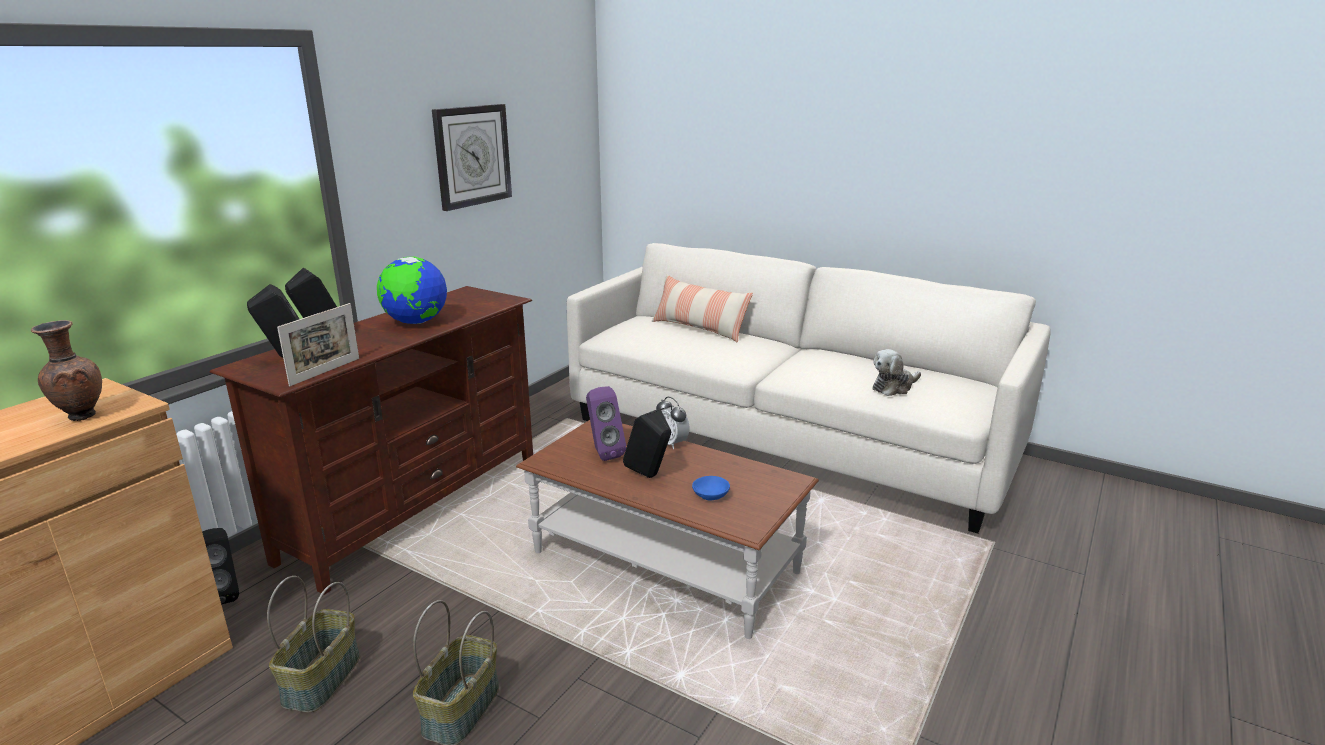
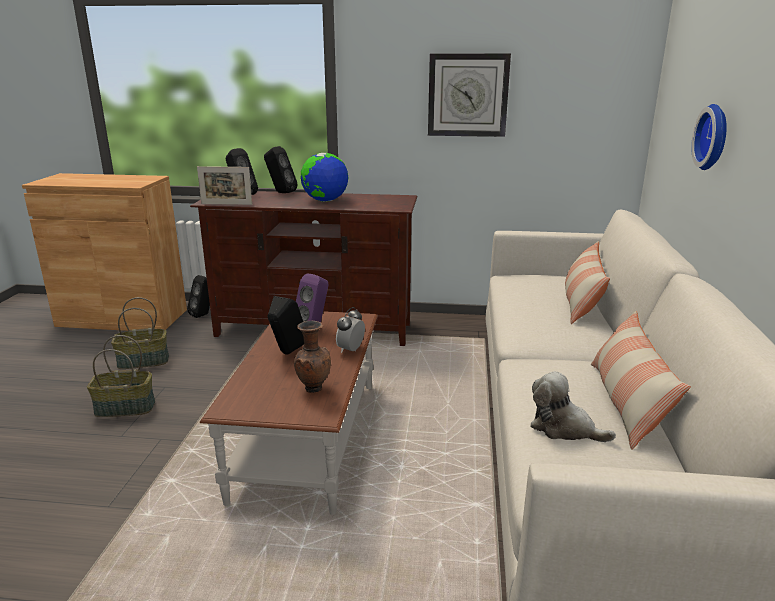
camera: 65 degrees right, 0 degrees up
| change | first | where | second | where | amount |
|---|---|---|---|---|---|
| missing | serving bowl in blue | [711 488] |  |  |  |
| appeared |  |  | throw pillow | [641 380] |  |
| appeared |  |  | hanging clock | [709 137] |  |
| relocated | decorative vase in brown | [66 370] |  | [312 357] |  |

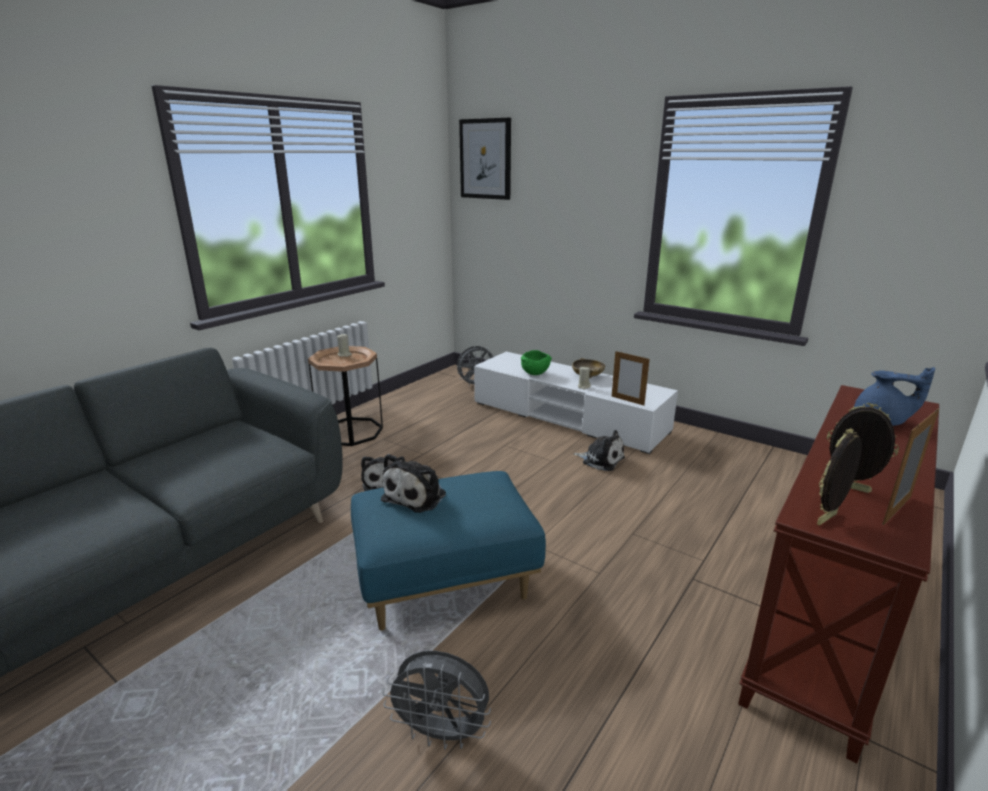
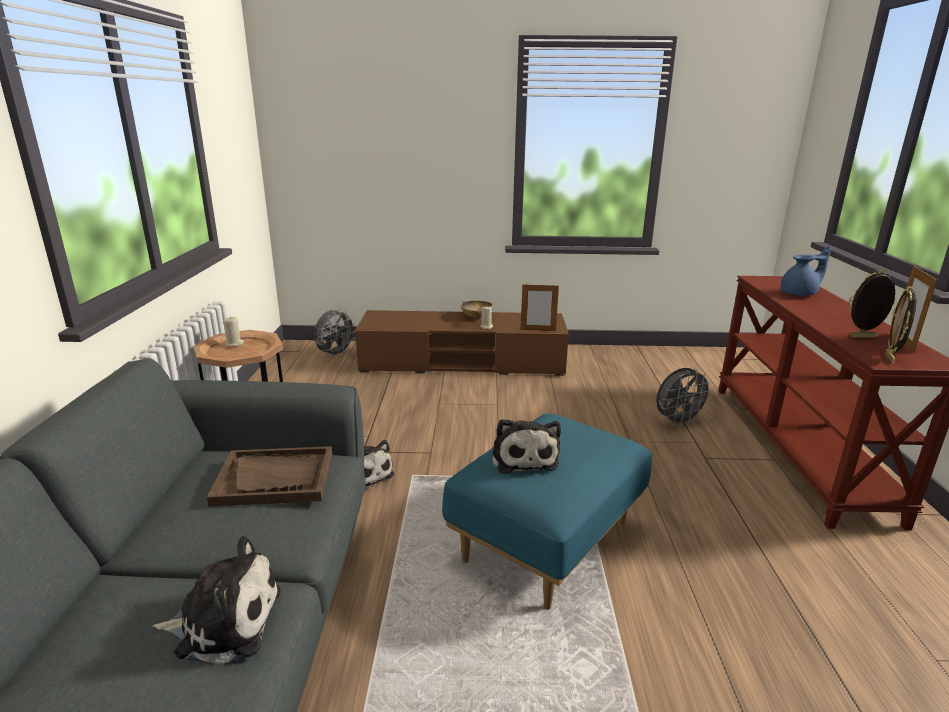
camera: 35 degrees left, 0 degrees up
| change | first | where | second | where | amount |
|---|---|---|---|---|---|
| missing | wall picture | [485 159] |  |  |  |
| missing | serving bowl in greenish | [536 362] |  |  |  |
| appeared |  |  | tray in brown | [269 476] |  |
| relocated | electric fan in greyish | [436 700] |  | [685 397] |  |
| relocated | soft toy | [599 450] |  | [217 600] |  |
| colour | media console in whitish | [576 403] | media console in brown | [462 343] |  |

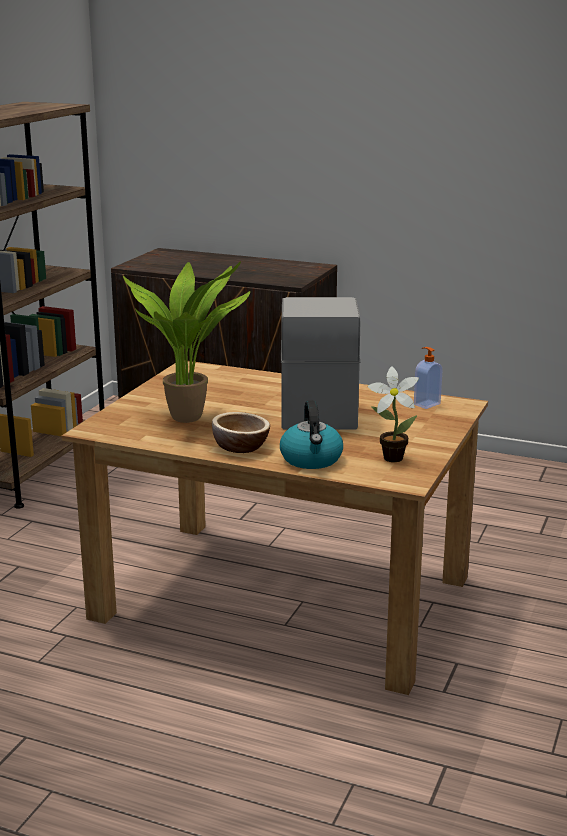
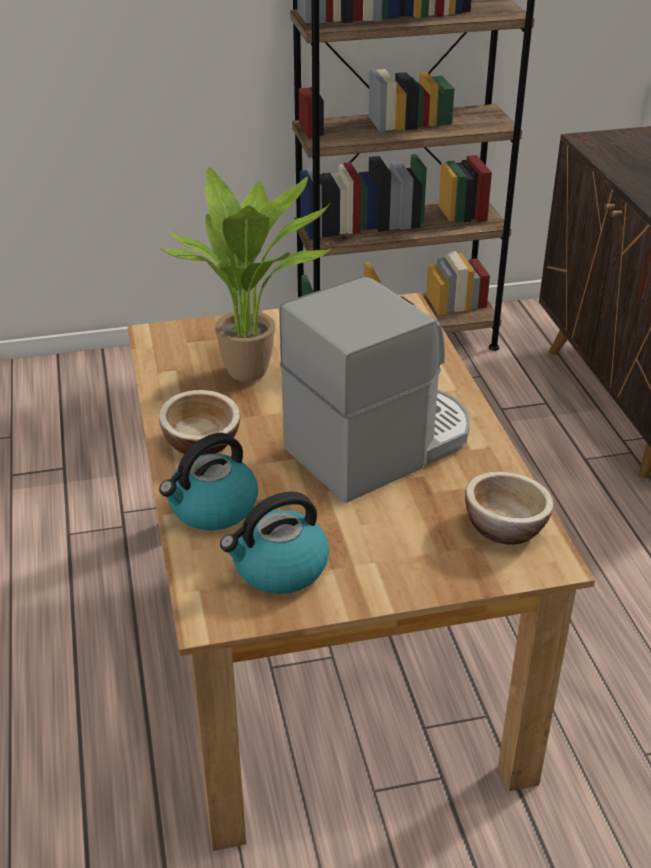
camera: 55 degrees right, 15 degrees up
| change | first | where | second | where | amount |
|---|---|---|---|---|---|
| exchanged | plant in a pot | [393 414] | tea kettle | [274 542] |  |
| exchanged | soap bottle | [428 378] | serving bowl | [509 508] |  |

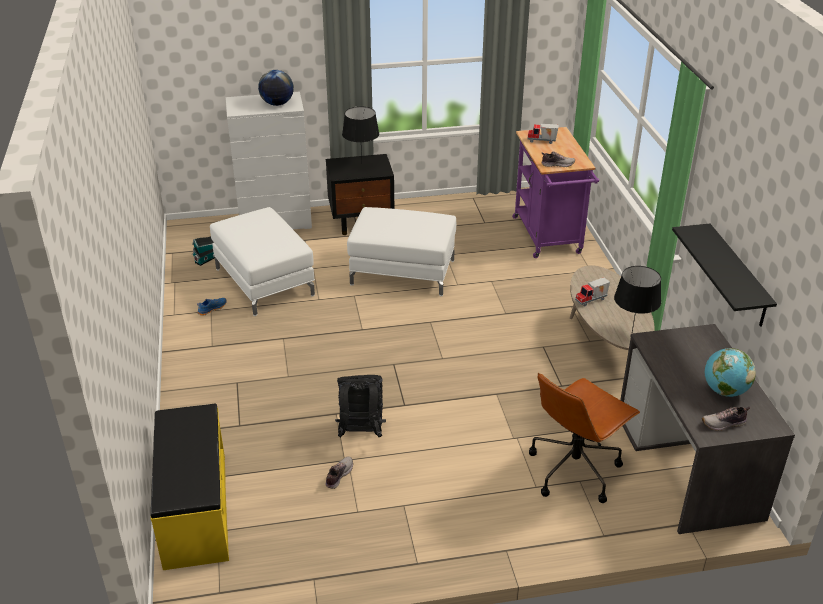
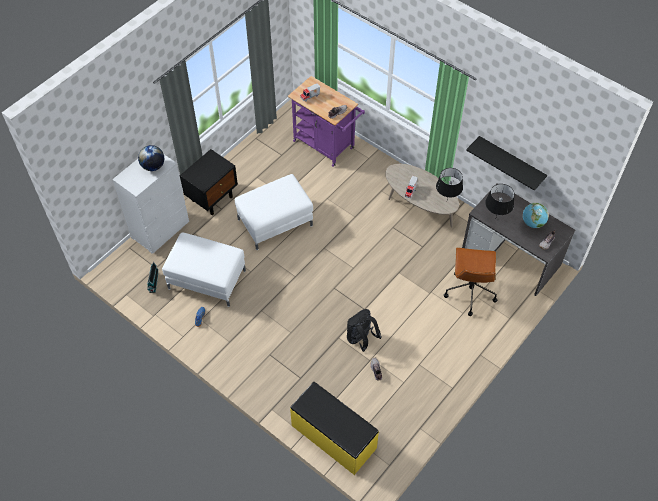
camera: 40 degrees left, 20 degrees up
| change | first | where | second | where | amount |
|---|---|---|---|---|---|
| relocated | lamp for a table in blackish | [360 134] |  | [499 200] |  |

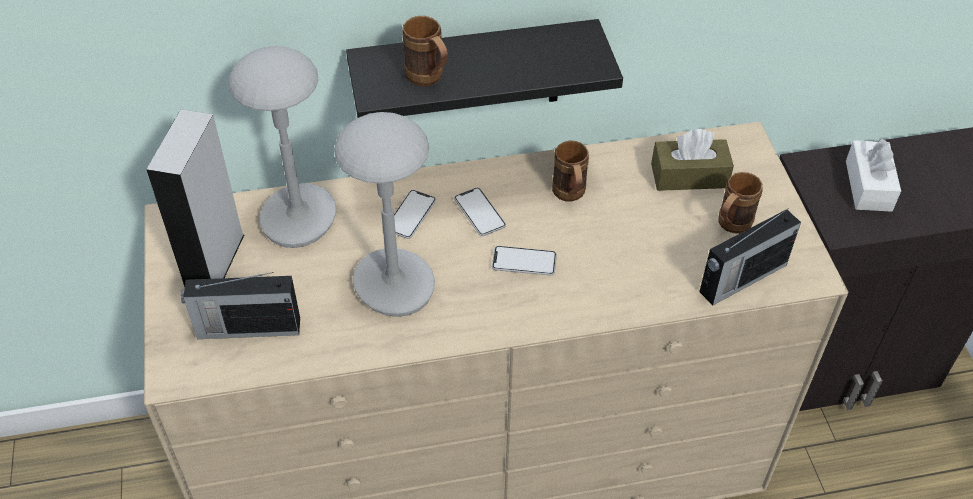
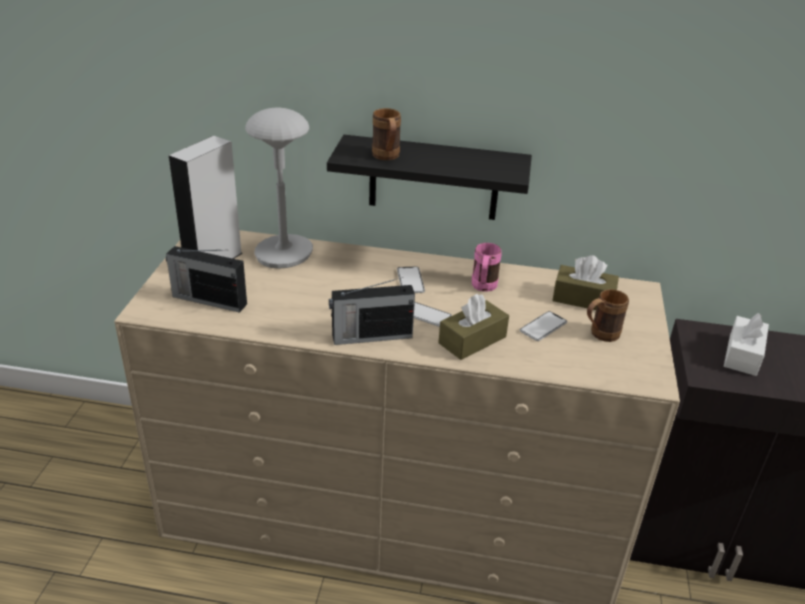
camera: 20 degrees right, 15 degrees down
| change | first | where | second | where | amount |
|---|---|---|---|---|---|
| missing | lamp for a table in greyish | [384 214] |  |  |  |
| appeared |  |  | box of tissues in brown | [473 327] |  |
| relocated | telephone | [415 214] |  | [543 326] |  |
| relocated | radio | [750 257] |  | [372 311] |  |
| colour | coffee mug in brown | [570 171] | coffee mug in pinkish | [487 267] |  |

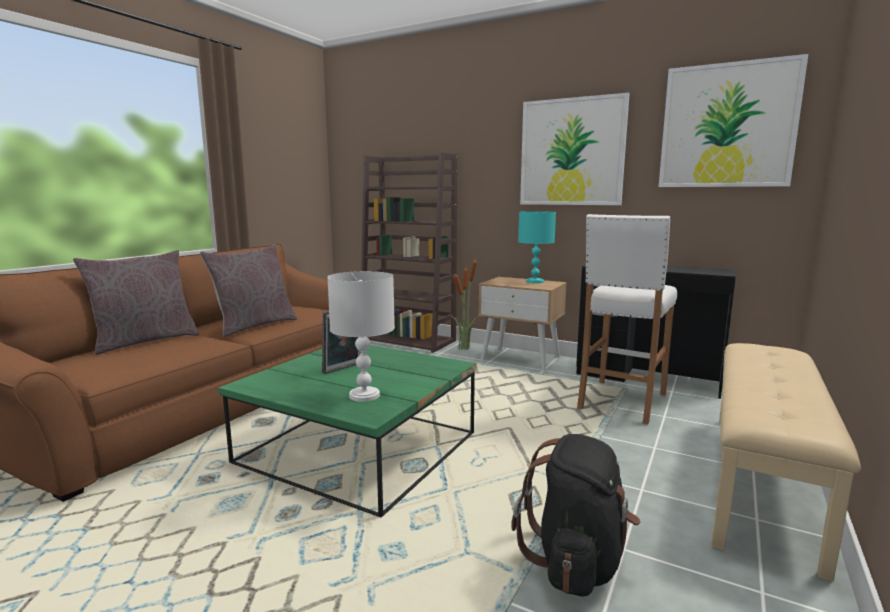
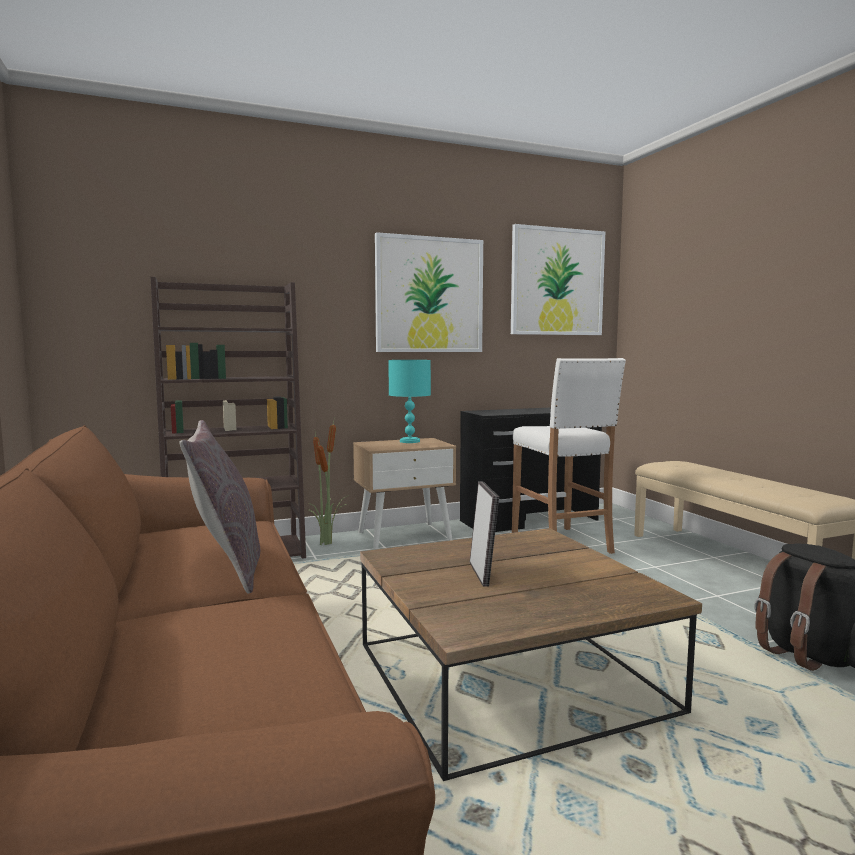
camera: 50 degrees left, 5 degrees down
| change | first | where | second | where | amount |
|---|---|---|---|---|---|
| missing | throw pillow in greyish | [136 302] |  |  |  |
| missing | lamp for a table in whitish | [361 336] |  |  |  |
| colour | coffee table in greenish | [347 431] | coffee table in brown | [531 654] |  |

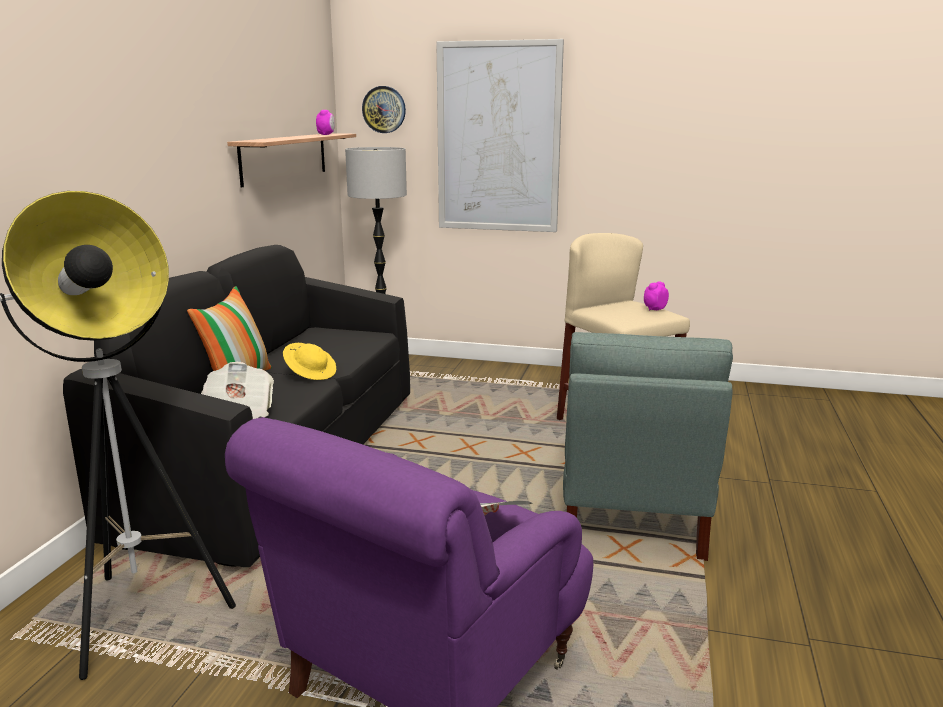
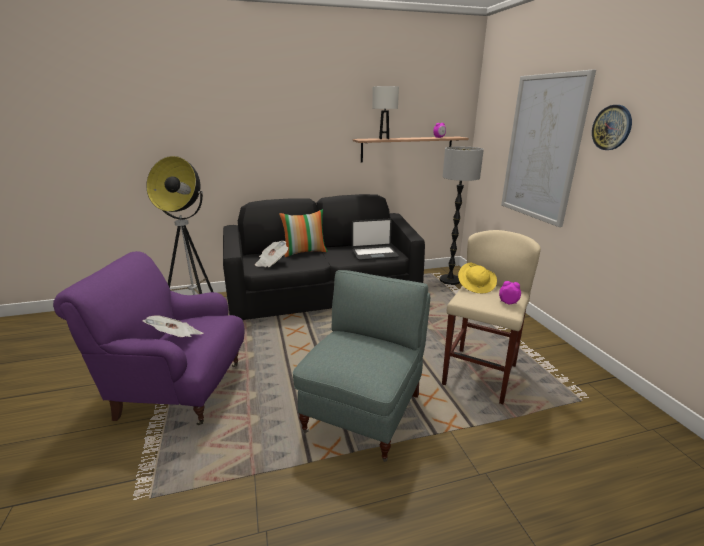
camera: 60 degrees right, 5 degrees up
| change | first | where | second | where | amount |
|---|---|---|---|---|---|
| appeared |  |  | laptop | [375 239] |  |
| appeared |  |  | lamp for a table in whitish | [385 112] |  |
| relocated | clothing hat in yellow-coloured | [309 361] |  | [477 277] |  |
| relocated | hanging clock | [384 109] |  | [612 127] |  |
| spun | easy chair in greyish | [648 446] |  | [361 366] | 135 degrees clockwise |

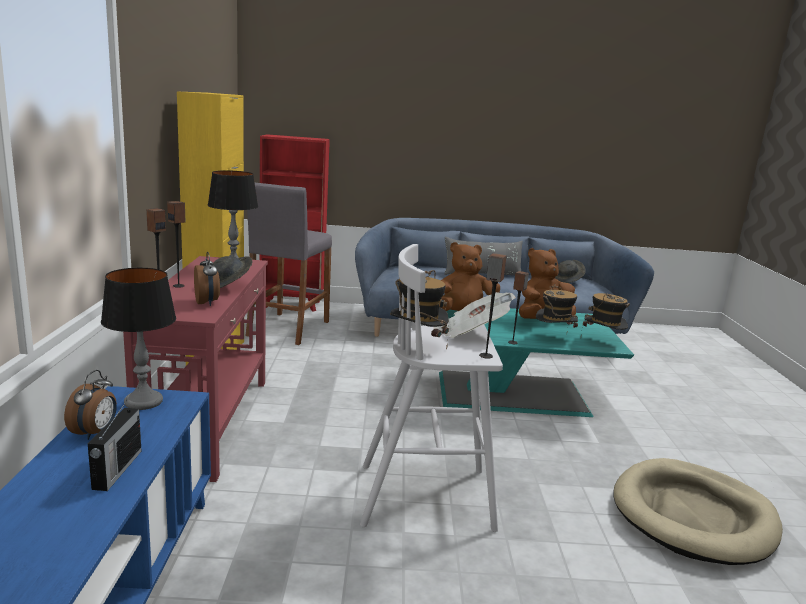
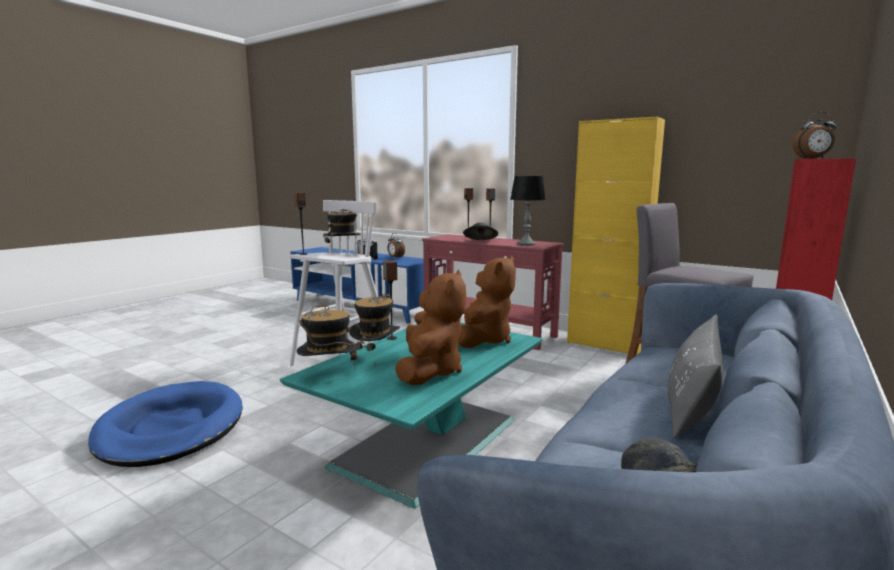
camera: 125 degrees right, 5 degrees down
| change | first | where | second | where | amount |
|---|---|---|---|---|---|
| missing | lamp for a table | [138 339] |  |  |  |
| missing | newspaper | [475 315] |  |  |  |
| relocated | alarm clock | [207 279] |  | [814 135] |  |
| colour | dog cushion in beige-coloured | [698 511] | dog cushion in blue | [165 424] |  |

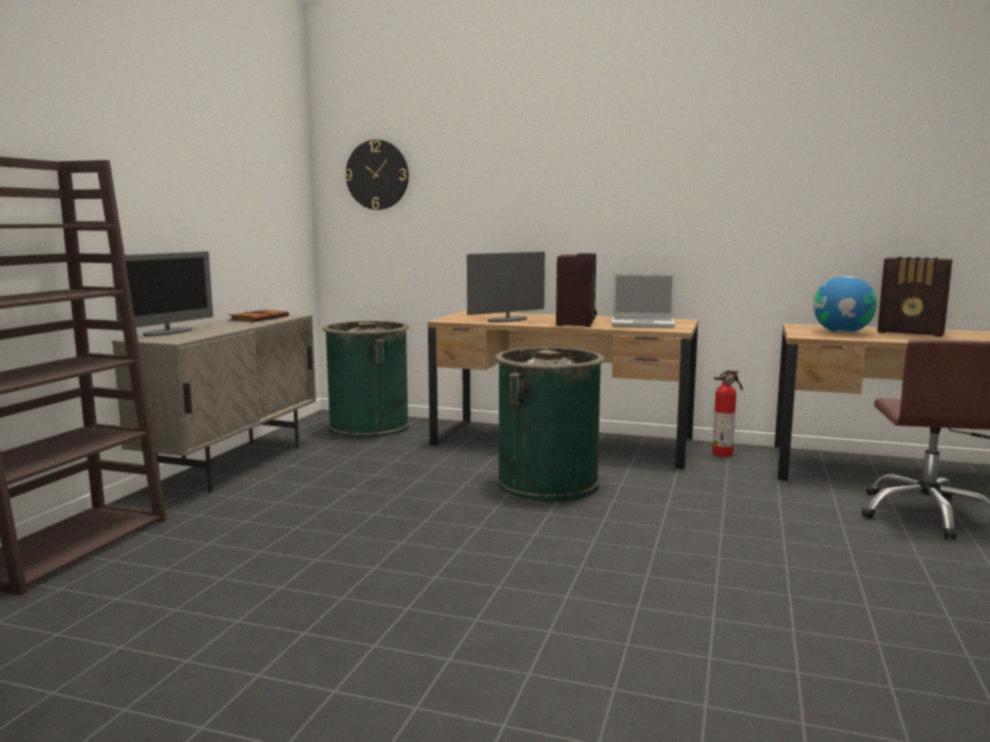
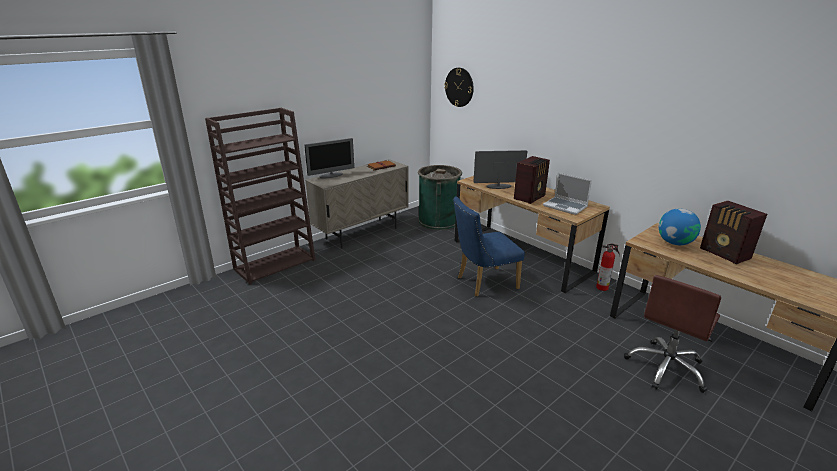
camera: 30 degrees right, 15 degrees up
| change | first | where | second | where | amount |
|---|---|---|---|---|---|
| exchanged | rubbish bin in greenish | [550 424] | chair in blue | [489 246] |  |

